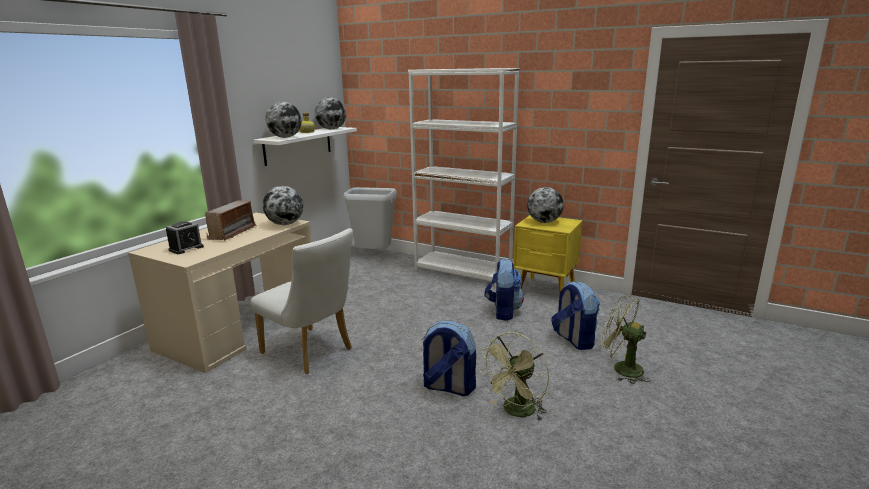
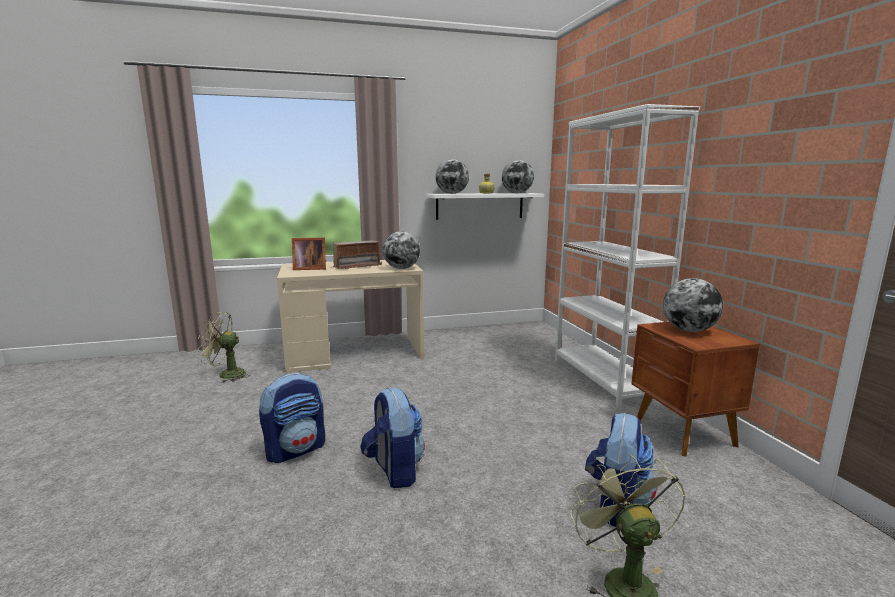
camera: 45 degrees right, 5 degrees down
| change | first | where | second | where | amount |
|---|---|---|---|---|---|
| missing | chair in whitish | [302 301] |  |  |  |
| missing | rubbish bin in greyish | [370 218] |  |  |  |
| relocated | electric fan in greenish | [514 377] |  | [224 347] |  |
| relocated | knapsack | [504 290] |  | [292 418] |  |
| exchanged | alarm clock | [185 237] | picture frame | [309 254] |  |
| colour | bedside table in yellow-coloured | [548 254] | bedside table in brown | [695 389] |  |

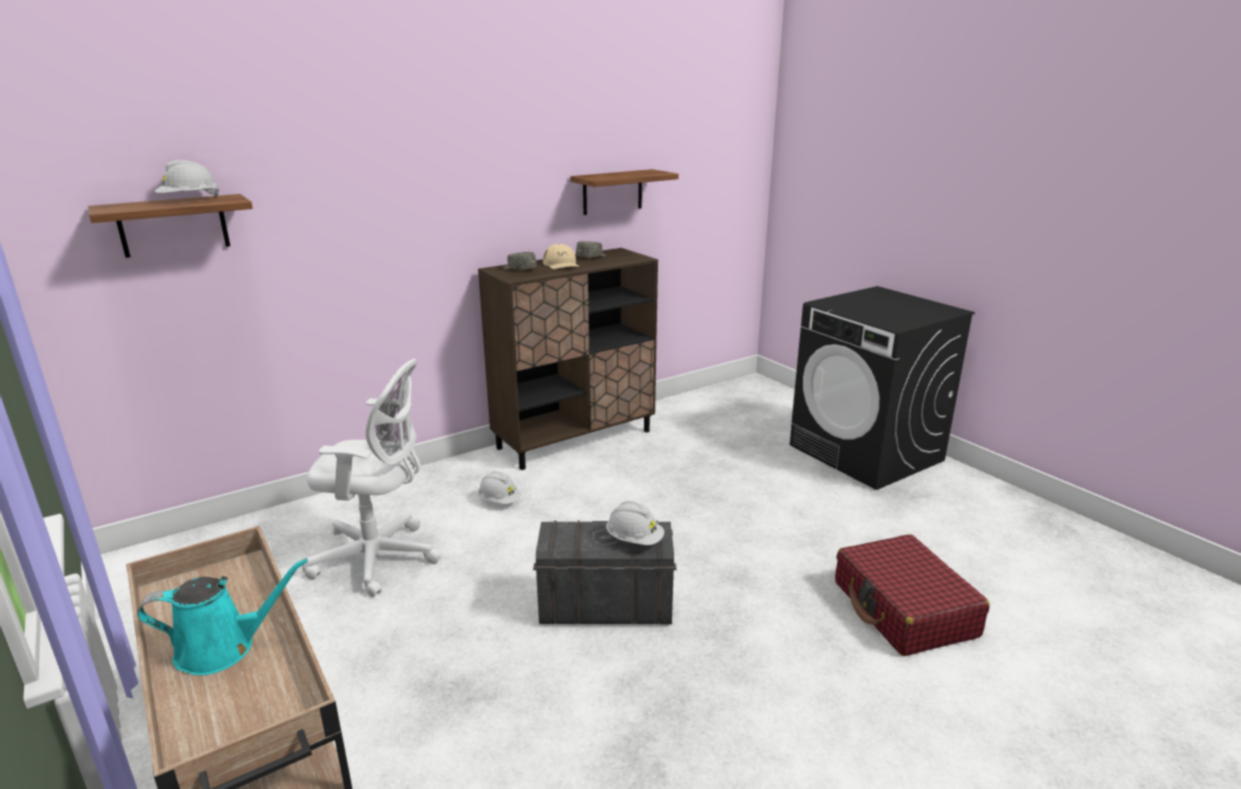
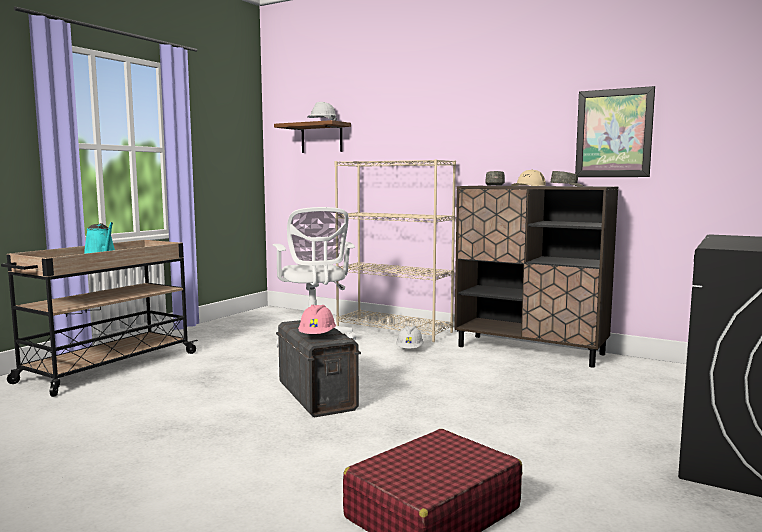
camera: 65 degrees right, 15 degrees down
| change | first | where | second | where | amount |
|---|---|---|---|---|---|
| appeared |  |  | bookcase in beige-coloured | [395 250] |  |
| exchanged | wall shelf | [624 192] | wall picture | [615 131] |  |
| colour | hard hat in whitish | [635 523] | hard hat in pinkish | [317 319] |  |

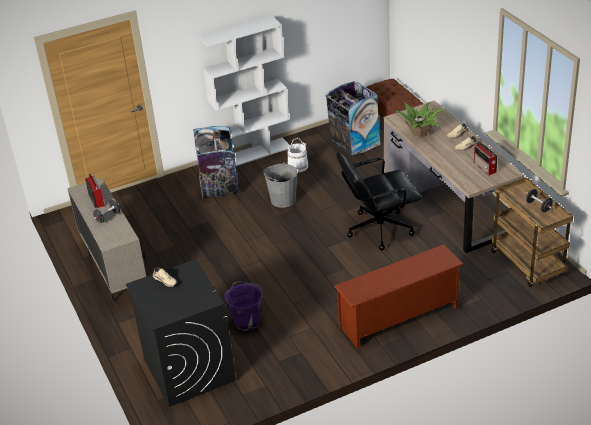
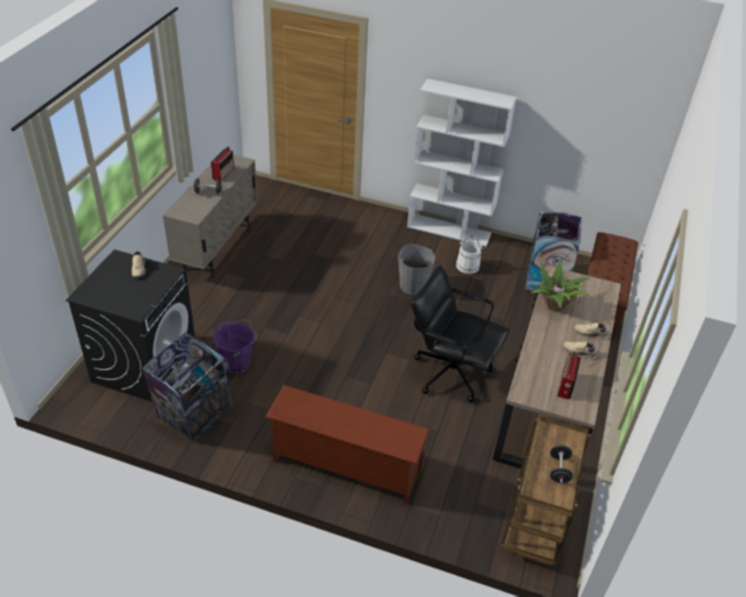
camera: 40 degrees right, 5 degrees up
| change | first | where | second | where | amount |
|---|---|---|---|---|---|
| relocated | rubbish bin | [216 162] |  | [187 386] |  |

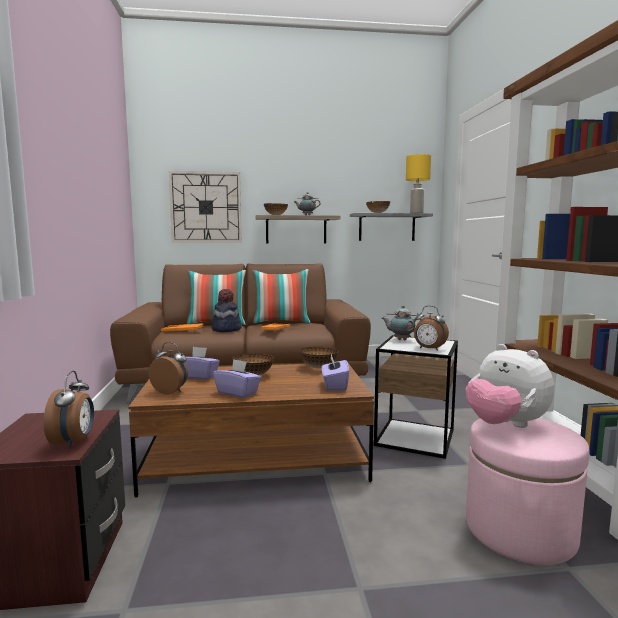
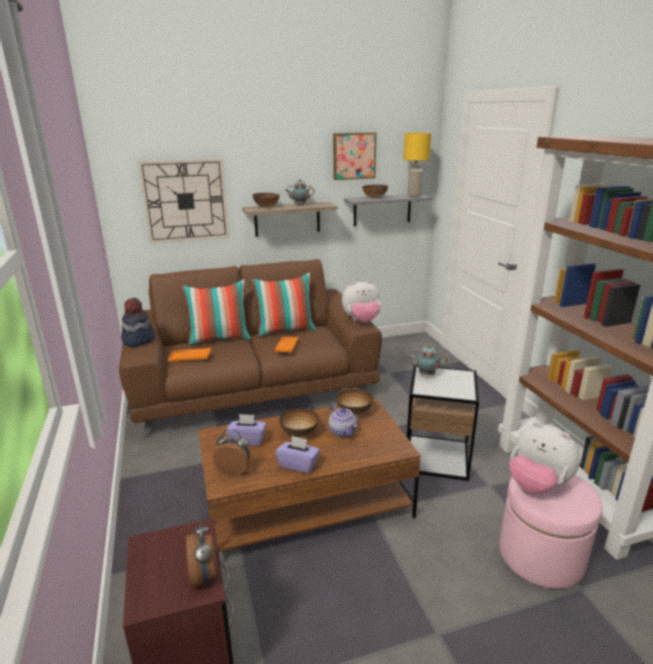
camera: 10 degrees left, 15 degrees up
| change | first | where | second | where | amount |
|---|---|---|---|---|---|
| missing | box of tissues in purplish | [335 372] |  |  |  |
| missing | alarm clock | [431 328] |  |  |  |
| appeared |  |  | tea pot | [343 421] |  |
| appeared |  |  | wall picture | [355 156] |  |
| appeared |  |  | soft toy | [361 301] |  |
| relocated | clothing hat | [227 310] |  | [138 322] |  |

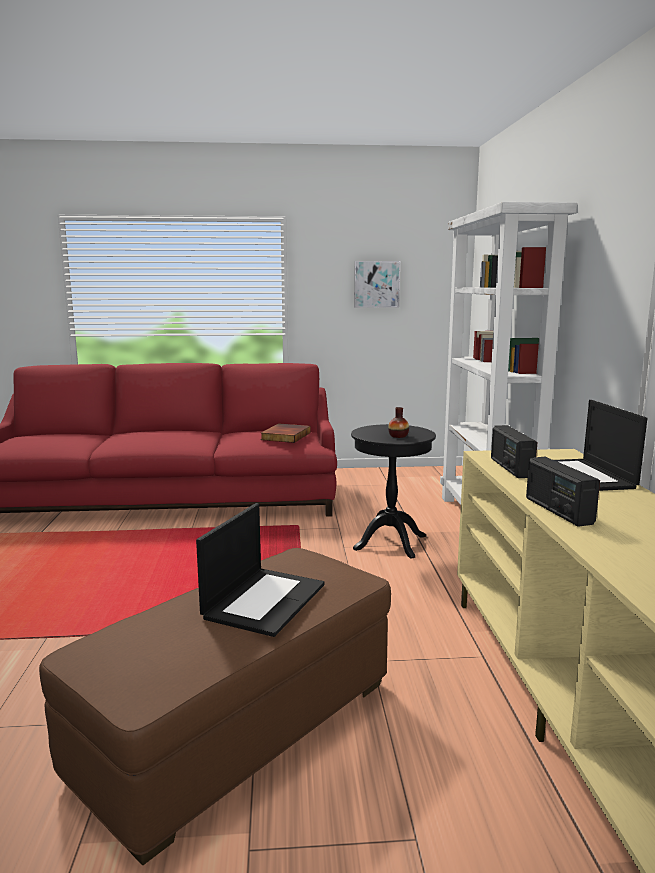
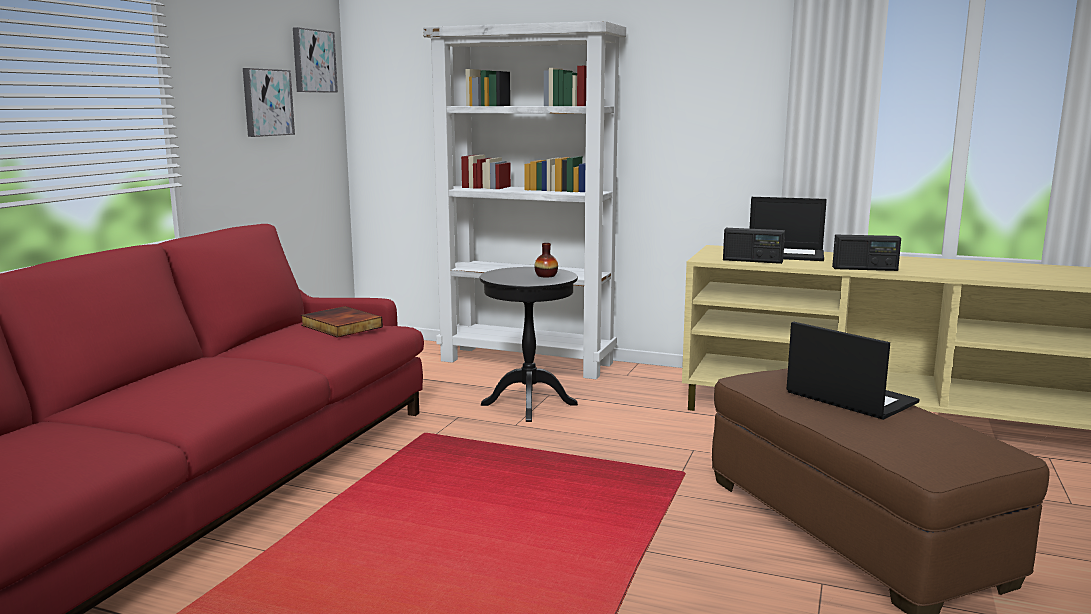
camera: 65 degrees left, 0 degrees up
| change | first | where | second | where | amount |
|---|---|---|---|---|---|
| appeared |  |  | wall picture | [315 60] |  |

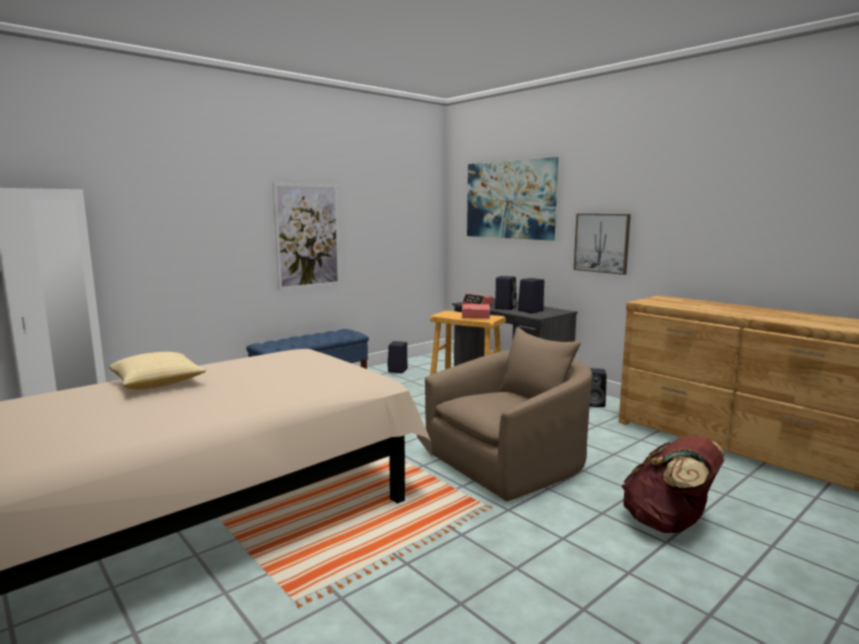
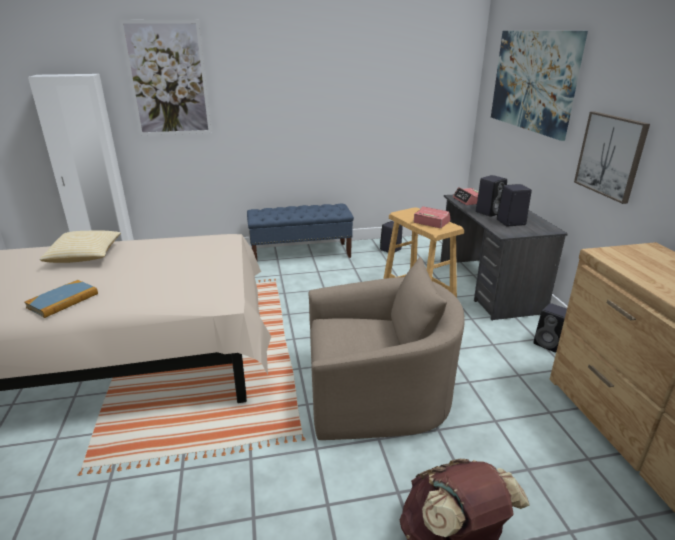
camera: 30 degrees right, 15 degrees up
| change | first | where | second | where | amount |
|---|---|---|---|---|---|
| appeared |  |  | volume | [61 299] |  |
| relocated | wall picture | [306 236] |  | [165 78] |  |

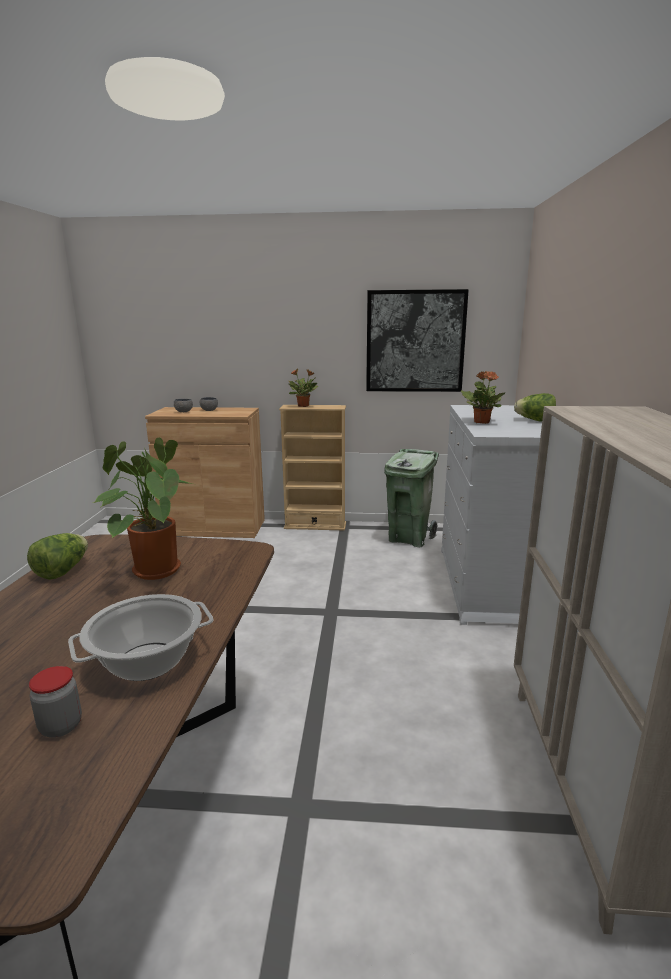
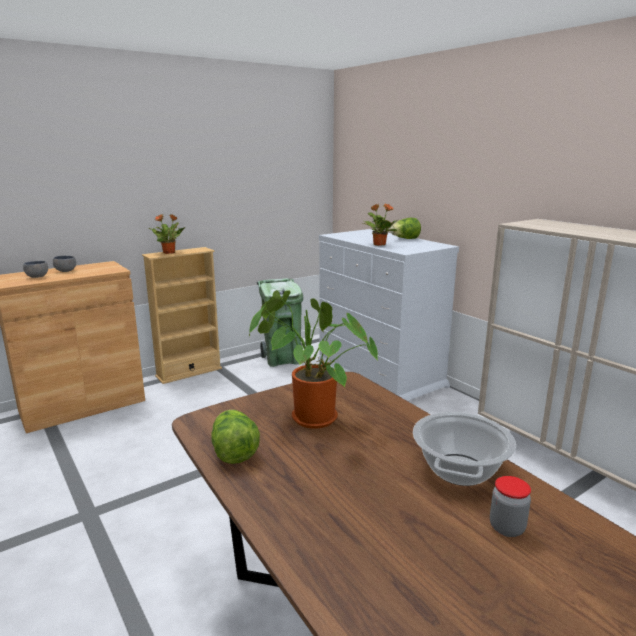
camera: 40 degrees left, 0 degrees up
| change | first | where | second | where | amount |
|---|---|---|---|---|---|
| missing | wall picture | [417 340] |  |  |  |

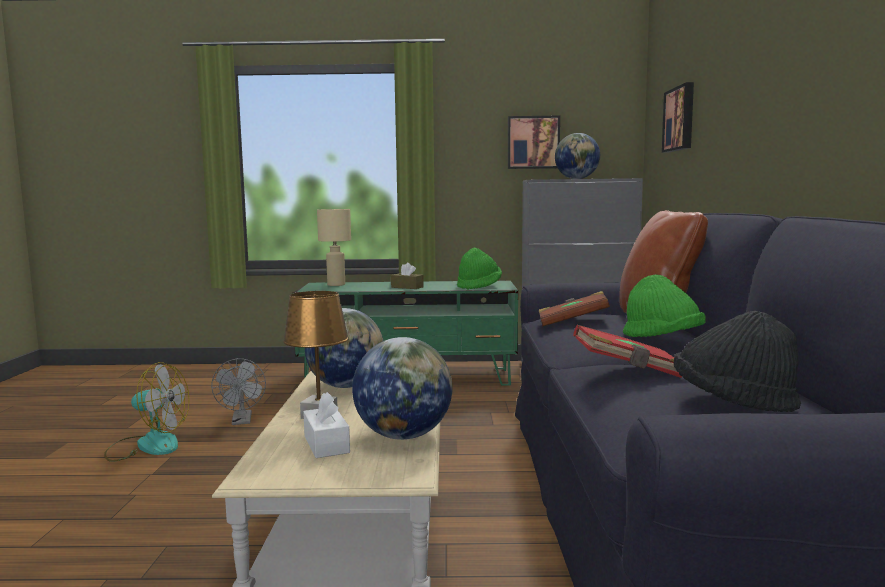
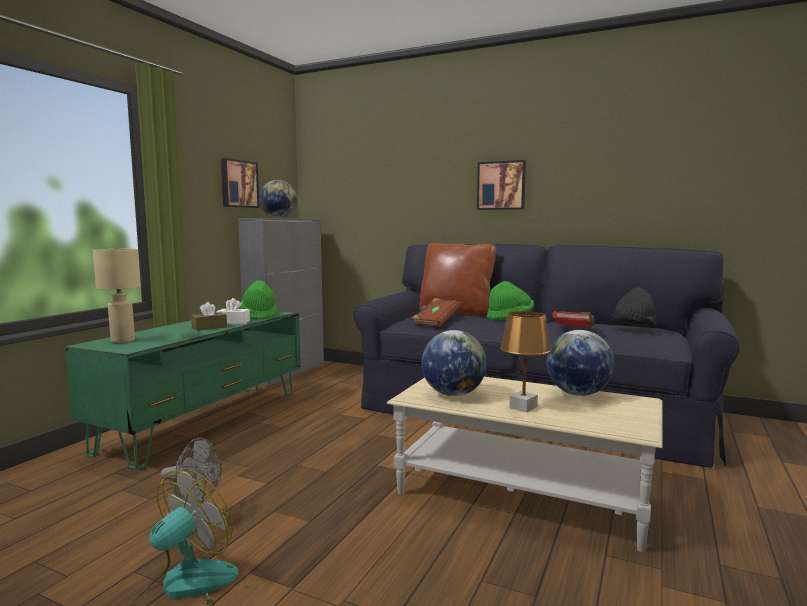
camera: 65 degrees left, 0 degrees up
| change | first | where | second | where | amount |
|---|---|---|---|---|---|
| relocated | box of tissues in whitish | [326 425] |  | [233 311] |  |
| relocated | wall picture | [678 117] |  | [501 185] |  |

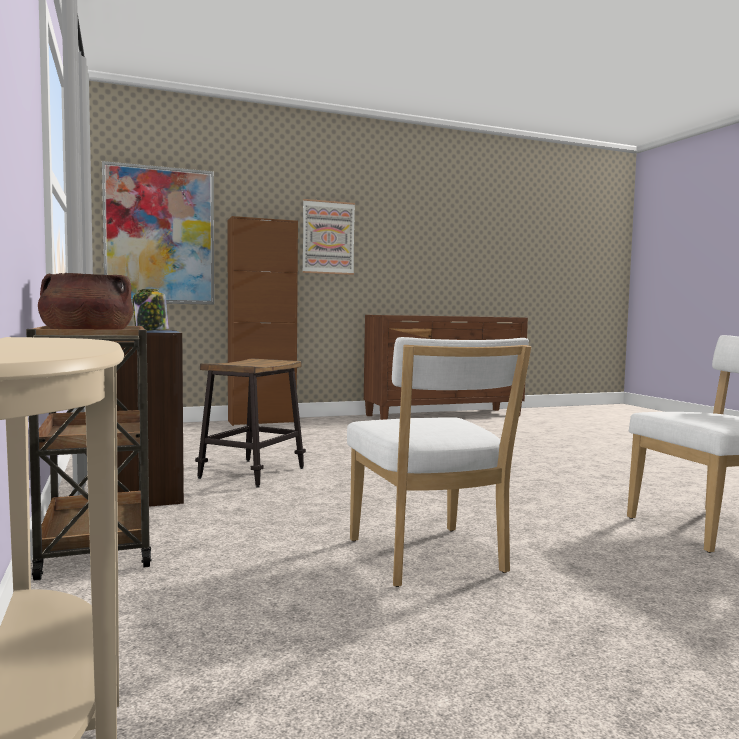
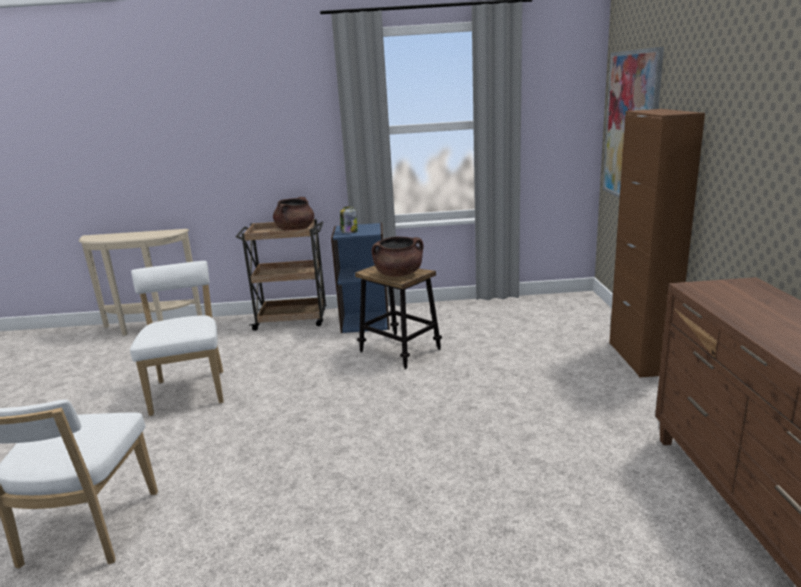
camera: 110 degrees right, 15 degrees up
| change | first | where | second | where | amount |
|---|---|---|---|---|---|
| missing | wall picture | [328 237] |  |  |  |
| appeared |  |  | cooking pot in brown | [398 256] |  |
| spun | chair in whitish | [439 462] |  | [177 338] | 75 degrees clockwise |

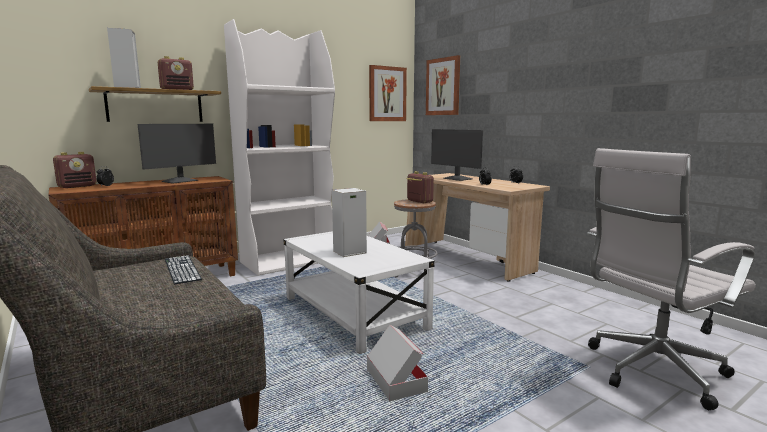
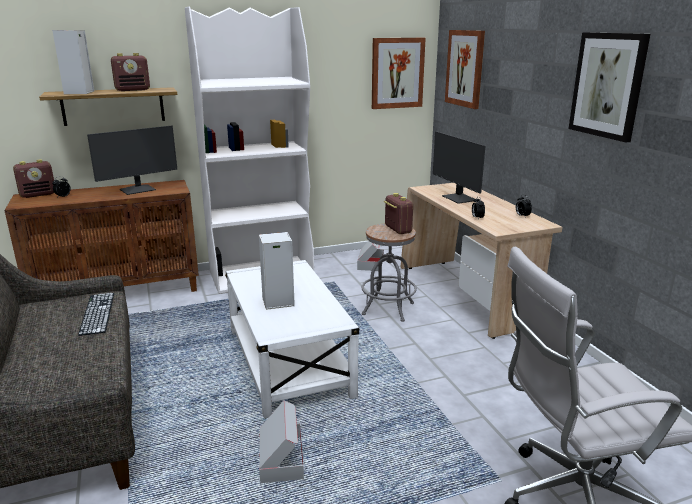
camera: 15 degrees right, 10 degrees up
| change | first | where | second | where | amount |
|---|---|---|---|---|---|
| appeared |  |  | wall picture | [609 87] |  |

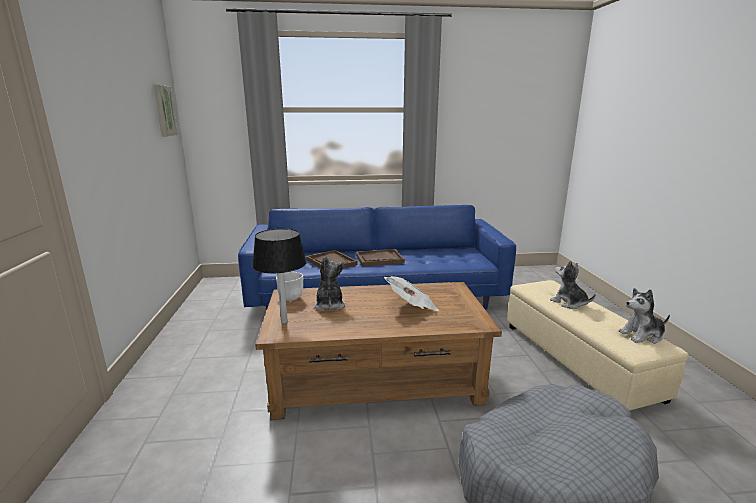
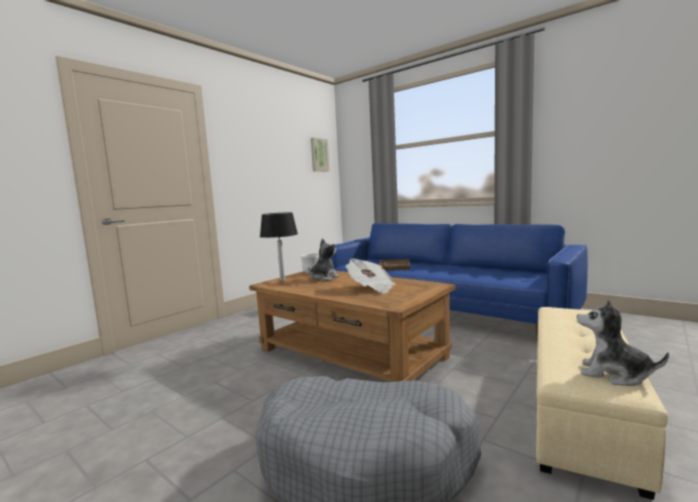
camera: 45 degrees right, 10 degrees down
| change | first | where | second | where | amount |
|---|---|---|---|---|---|
| missing | tray in brown | [380 258] |  |  |  |
| missing | soft toy | [573 285] |  |  |  |

